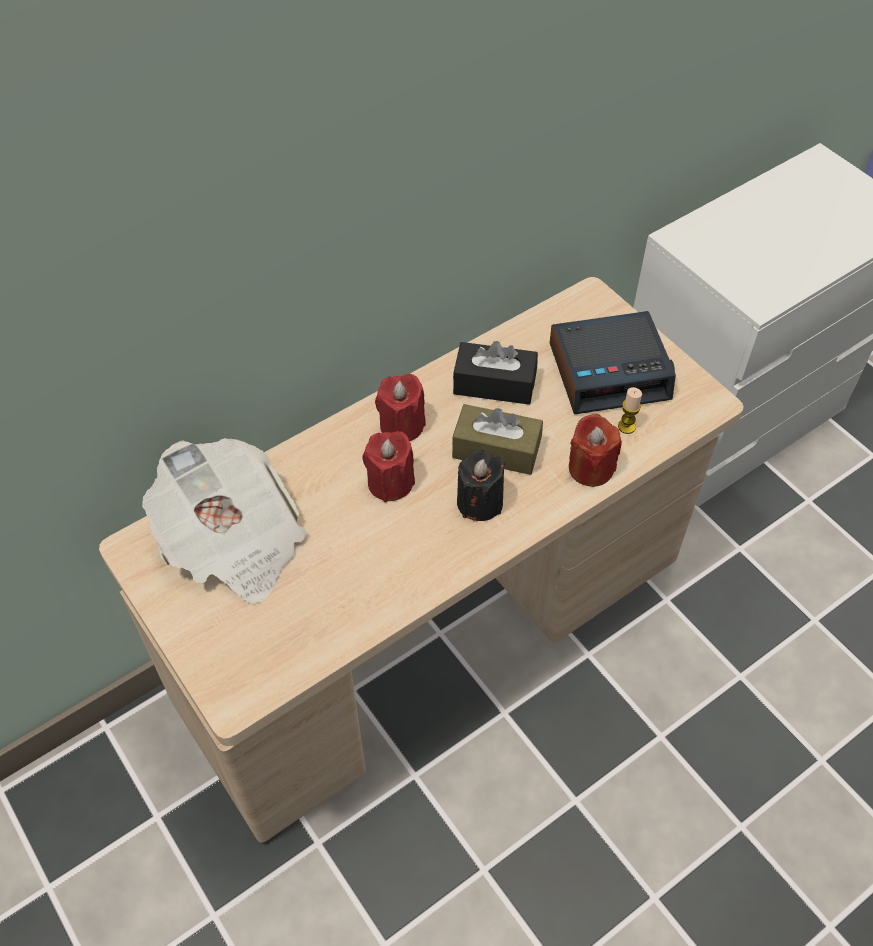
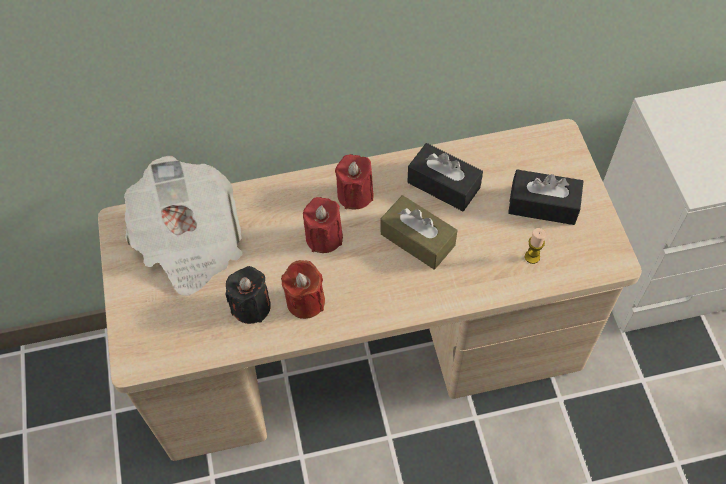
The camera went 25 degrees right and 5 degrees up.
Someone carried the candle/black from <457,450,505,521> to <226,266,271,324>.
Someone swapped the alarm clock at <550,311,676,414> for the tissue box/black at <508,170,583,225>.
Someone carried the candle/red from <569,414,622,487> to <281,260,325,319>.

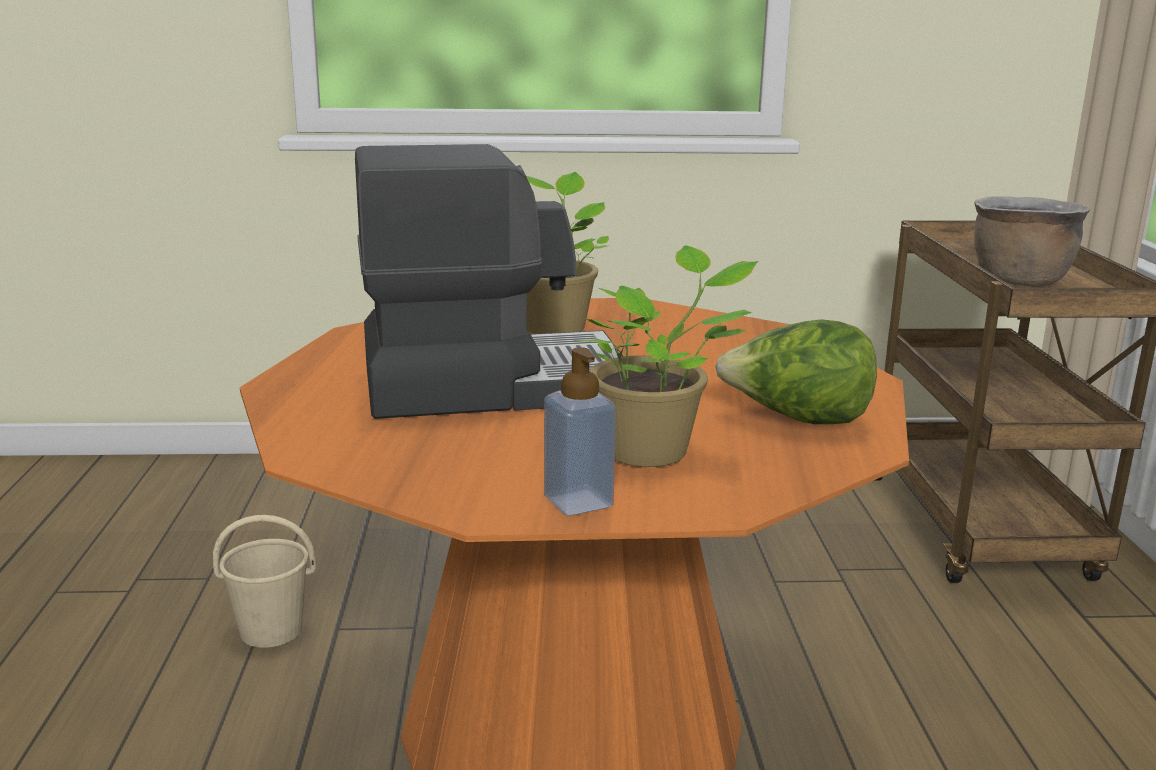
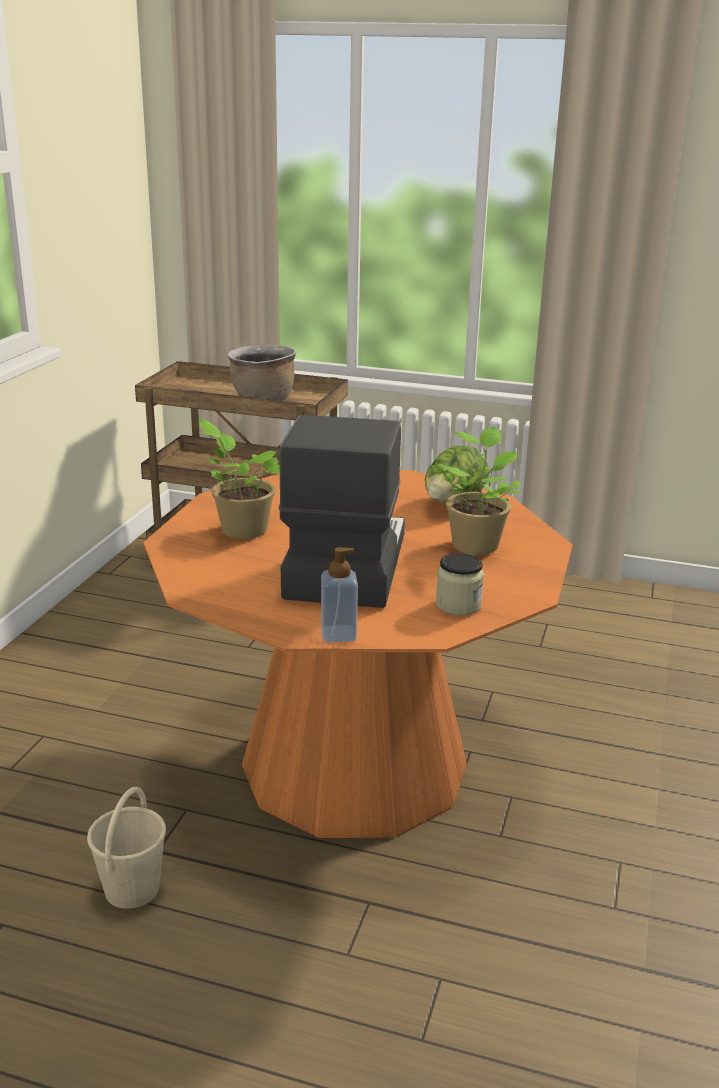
The camera went 70 degrees left and 5 degrees up.
Someone carried the soap dispenser from <544,347,616,516> to <321,547,358,643>.
Someone put down the jar at <436,553,484,615>.

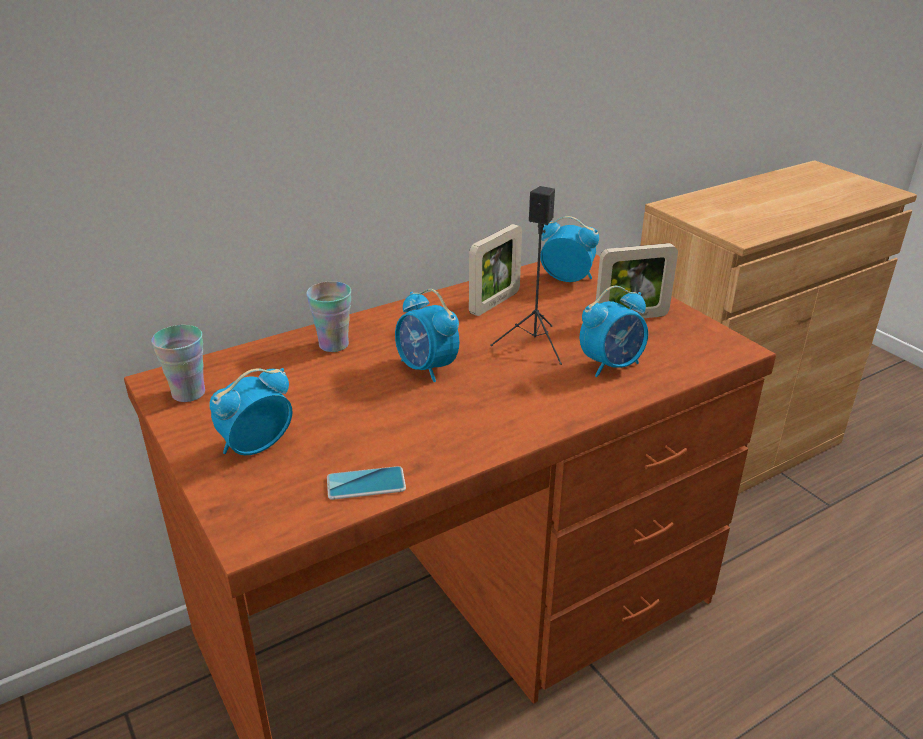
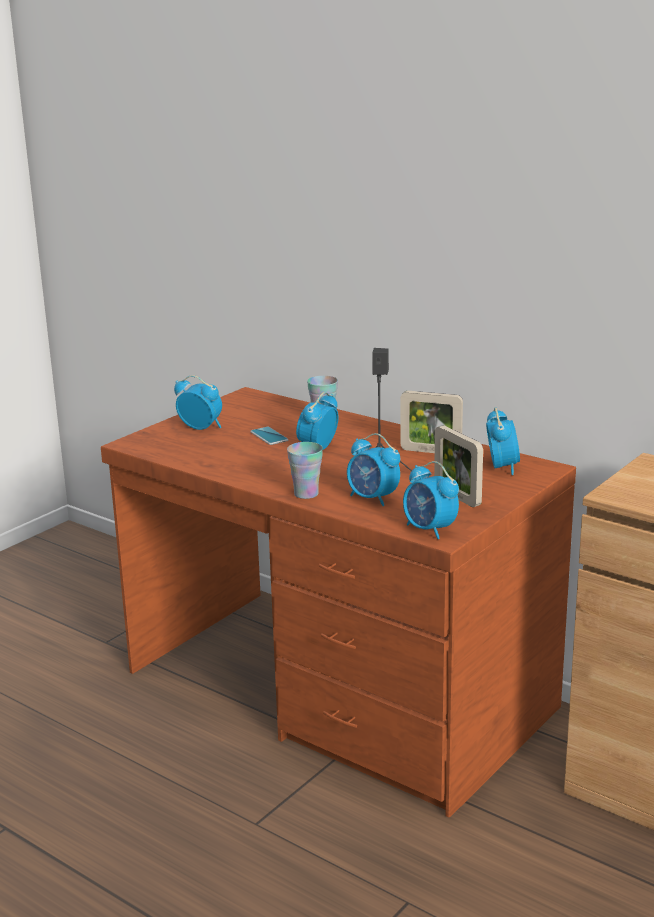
The camera went 70 degrees right and 10 degrees down.
Someone carried the cup from <151,325,205,402> to <287,442,323,499>.
Someone carried the phone from <327,466,406,500> to <250,427,289,445>.
Someone put down the alarm clock at <403,461,459,539>.

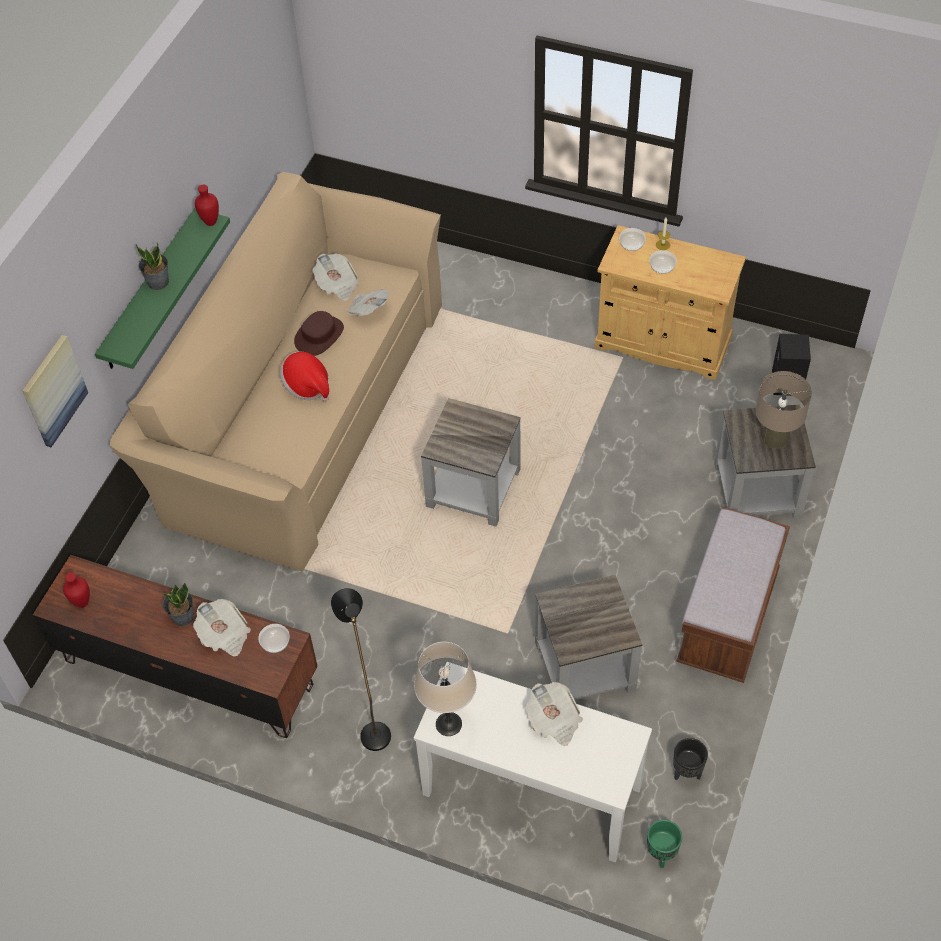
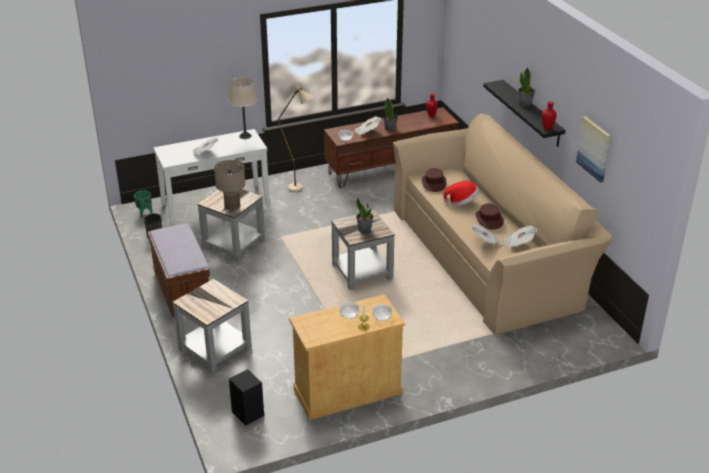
The camera went 135 degrees right and 20 degrees down.
Someone carried the picture from <22,335,88,447> to <576,116,611,183>.
Someone repainted the shelf/green at <95,208,230,369>, which became the shelf/black at <483,80,566,147>.
Someone repainted the floor lamp/black at <331,588,391,751>, which became the floor lamp/beige at <278,83,314,192>.
Someone carried the table lamp/beige from <755,371,812,449> to <214,160,246,210>.
Someone put down the potted plant at <356,197,373,233>.
Someone put down the hat/brown at <422,168,447,192>.

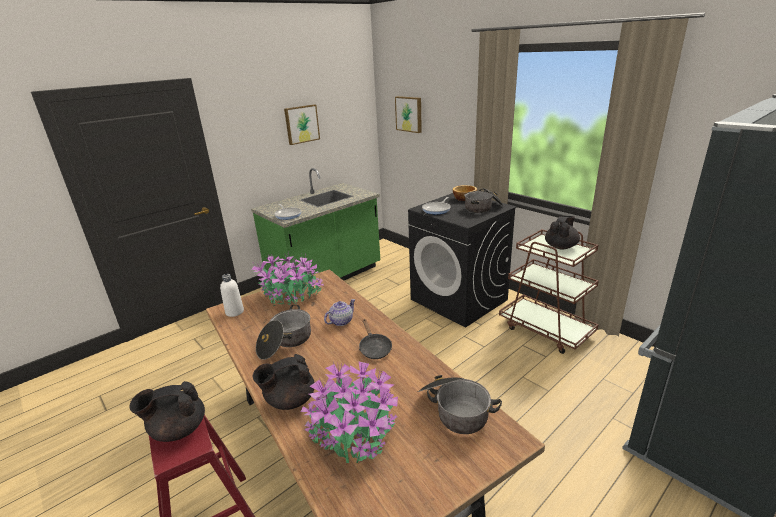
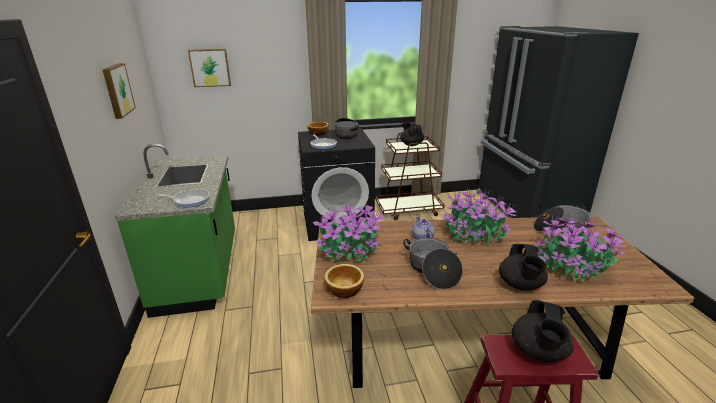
The camera went 60 degrees left and 0 degrees up.
Someone swapped the bottle/white at <220,274,244,317> for the bowl at <324,264,364,298>.
Someone swapped the frying pan/black at <359,319,392,359> for the potted plant at <442,187,516,246>.

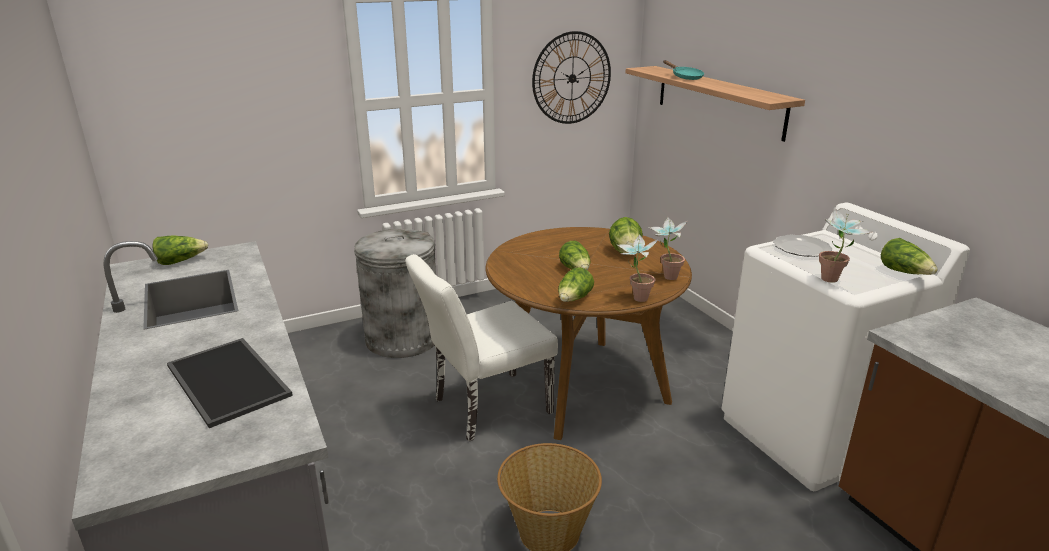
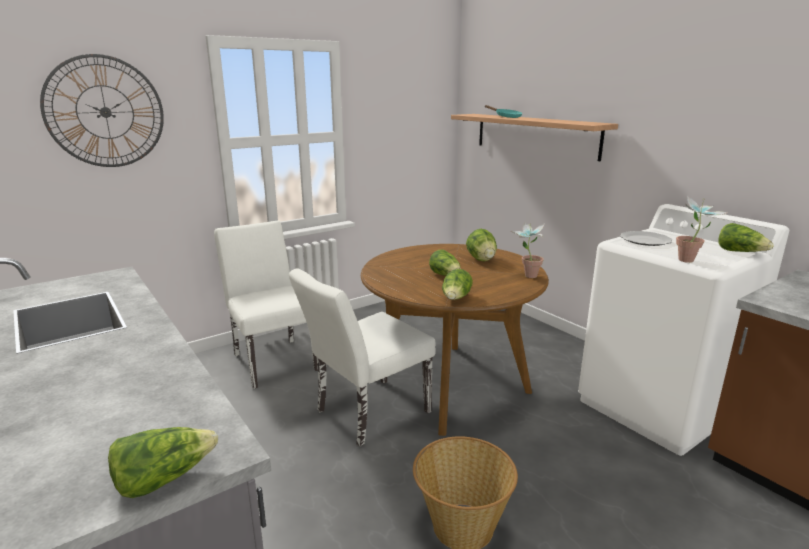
The camera went 10 degrees left and 5 degrees down.
Someone carried the lettuce from <152,236,208,265> to <108,427,218,498>.
Someone took away the tray at <167,338,293,428>.
Someone swapped the trash can/grey at <354,229,436,358> for the chair/white at <214,221,318,389>.
Someone carried the wall clock from <532,31,611,124> to <40,54,164,167>.
Someone took away the potted plant at <617,234,658,302>.

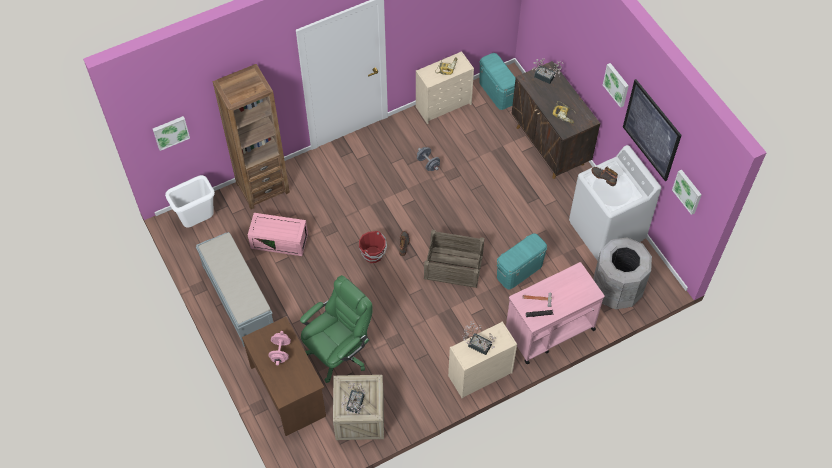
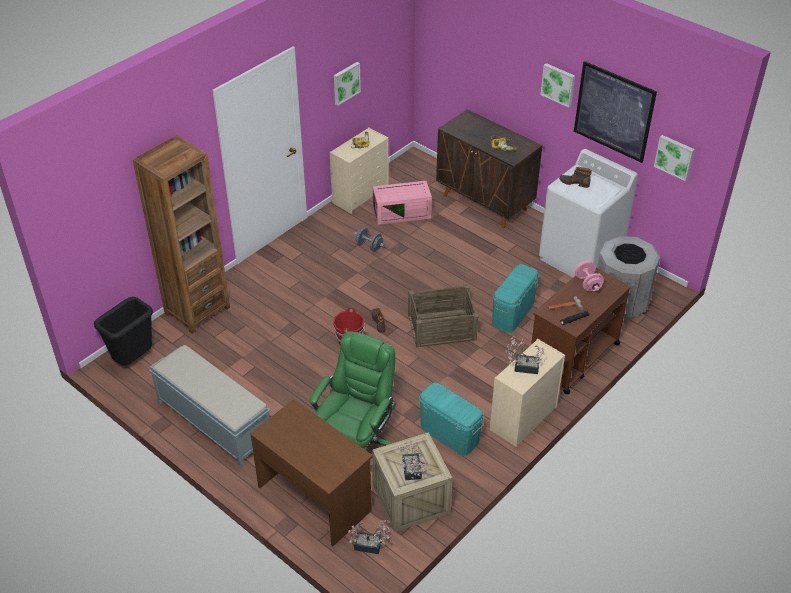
The camera went 20 degrees left and 15 degrees down.
Someone carried the picture from <153,116,190,151> to <334,62,361,105>.
Someone repainted the trash can/white at <165,175,215,227>, which became the trash can/black at <94,297,153,366>.
Someone carried the storage box/pink from <248,213,308,256> to <373,181,432,225>.
Someone carried the dumbbell/pink from <268,331,291,365> to <575,261,604,292>.
Someone carried the storage box/turquoise from <479,53,516,110> to <419,383,484,456>.
Someone repainted the cart/pink at <506,262,605,364>, which became the cart/brown at <531,268,631,394>.
Someone carried the potted plant from <532,59,563,84> to <348,520,391,554>.

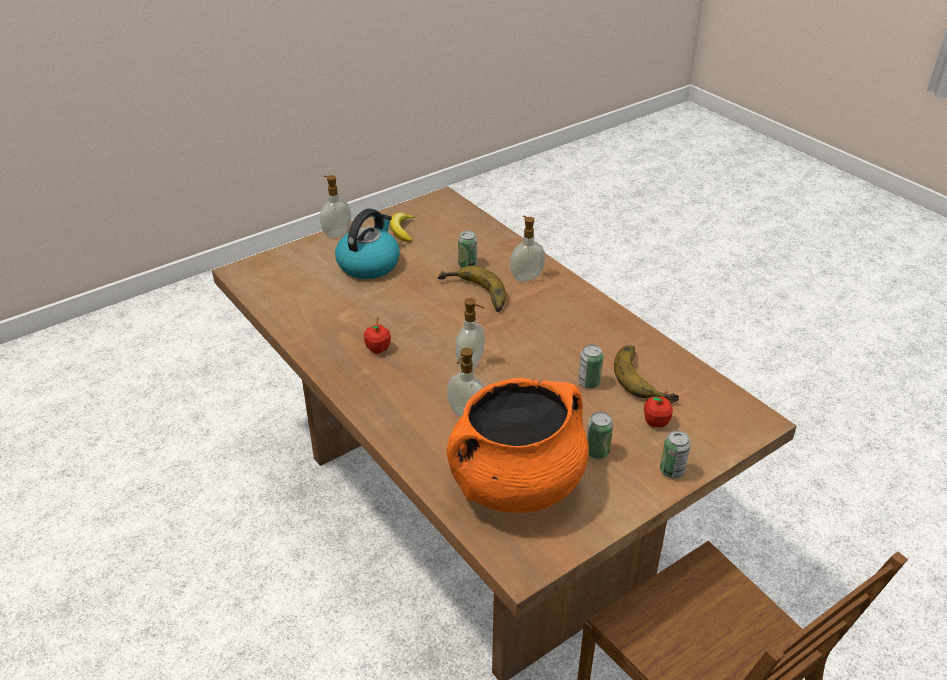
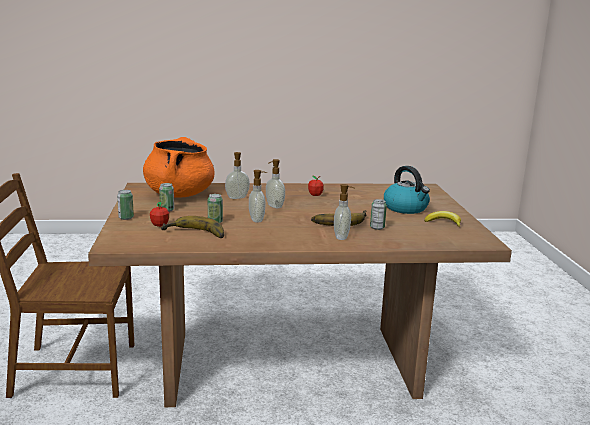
The camera went 120 degrees right and 20 degrees down.
Someone carried the soap dispenser from <320,175,351,238> to <249,170,267,223>.

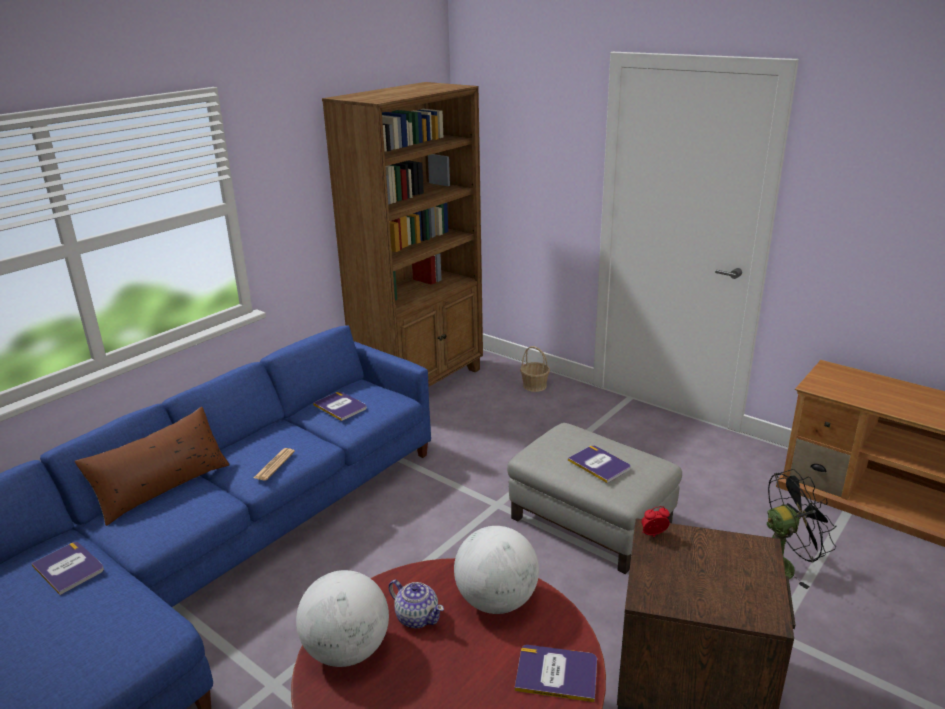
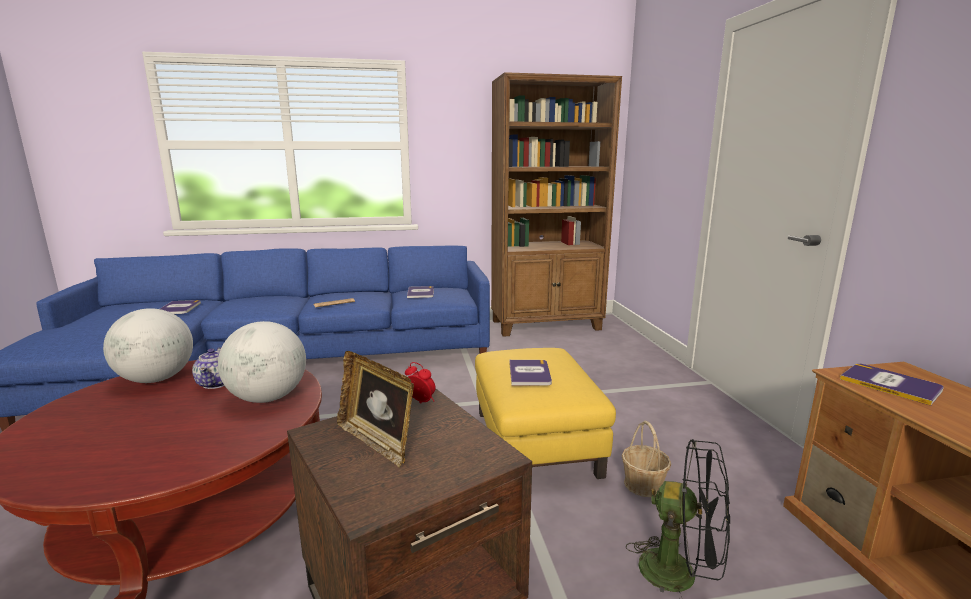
The camera went 40 degrees right and 10 degrees down.
Someone took away the pillow/brown at <75,407,230,526>.
Someone repainted the ottoman/grey at <507,423,682,574>, which became the ottoman/yellow at <475,348,616,479>.
Someone carried the book from <515,645,597,702> to <840,363,944,405>.
Someone carried the basket from <520,346,550,392> to <622,420,671,497>.
Someone put down the picture frame at <337,351,414,468>.

